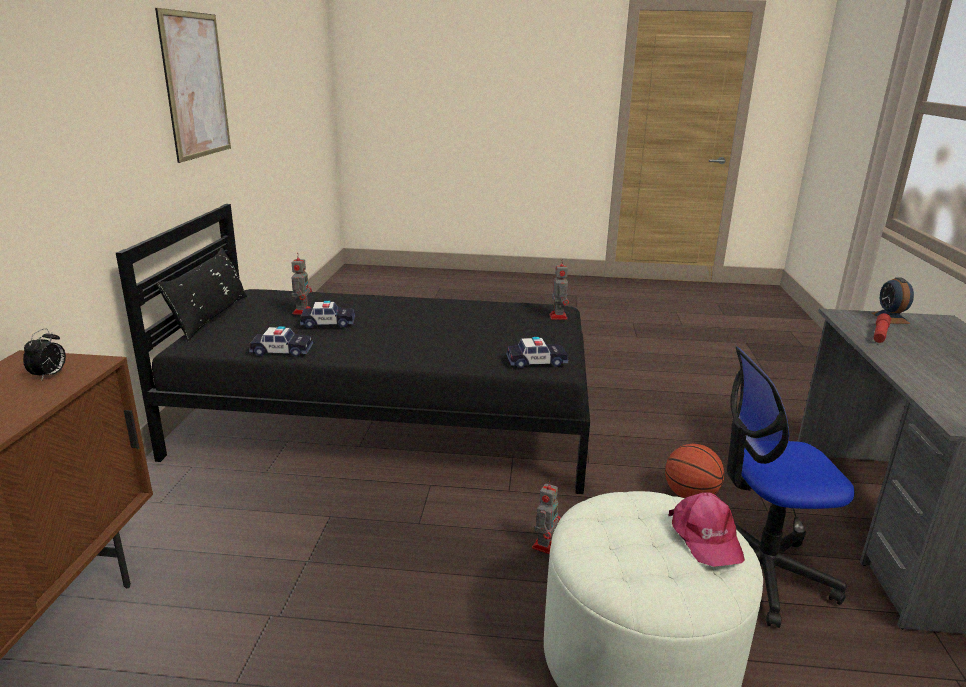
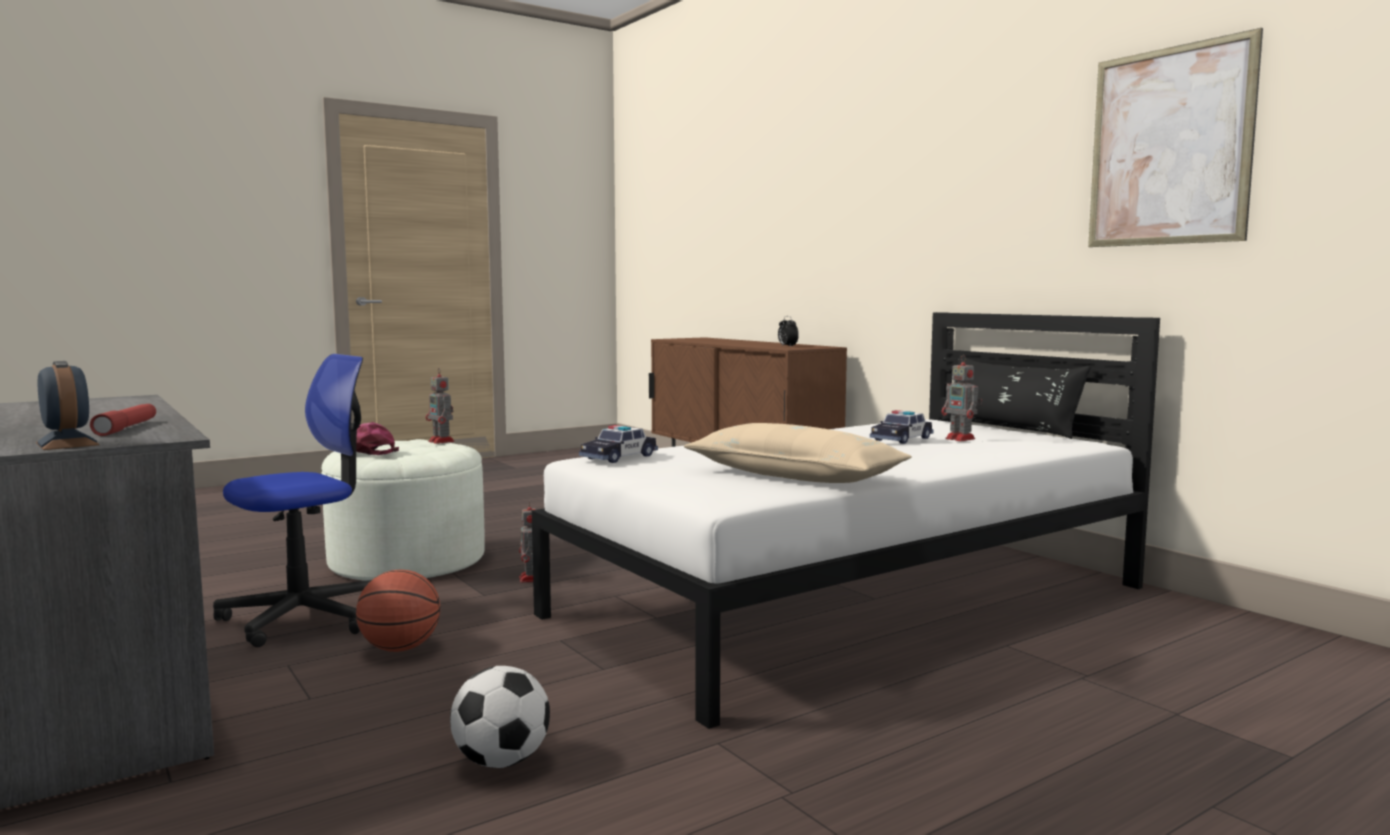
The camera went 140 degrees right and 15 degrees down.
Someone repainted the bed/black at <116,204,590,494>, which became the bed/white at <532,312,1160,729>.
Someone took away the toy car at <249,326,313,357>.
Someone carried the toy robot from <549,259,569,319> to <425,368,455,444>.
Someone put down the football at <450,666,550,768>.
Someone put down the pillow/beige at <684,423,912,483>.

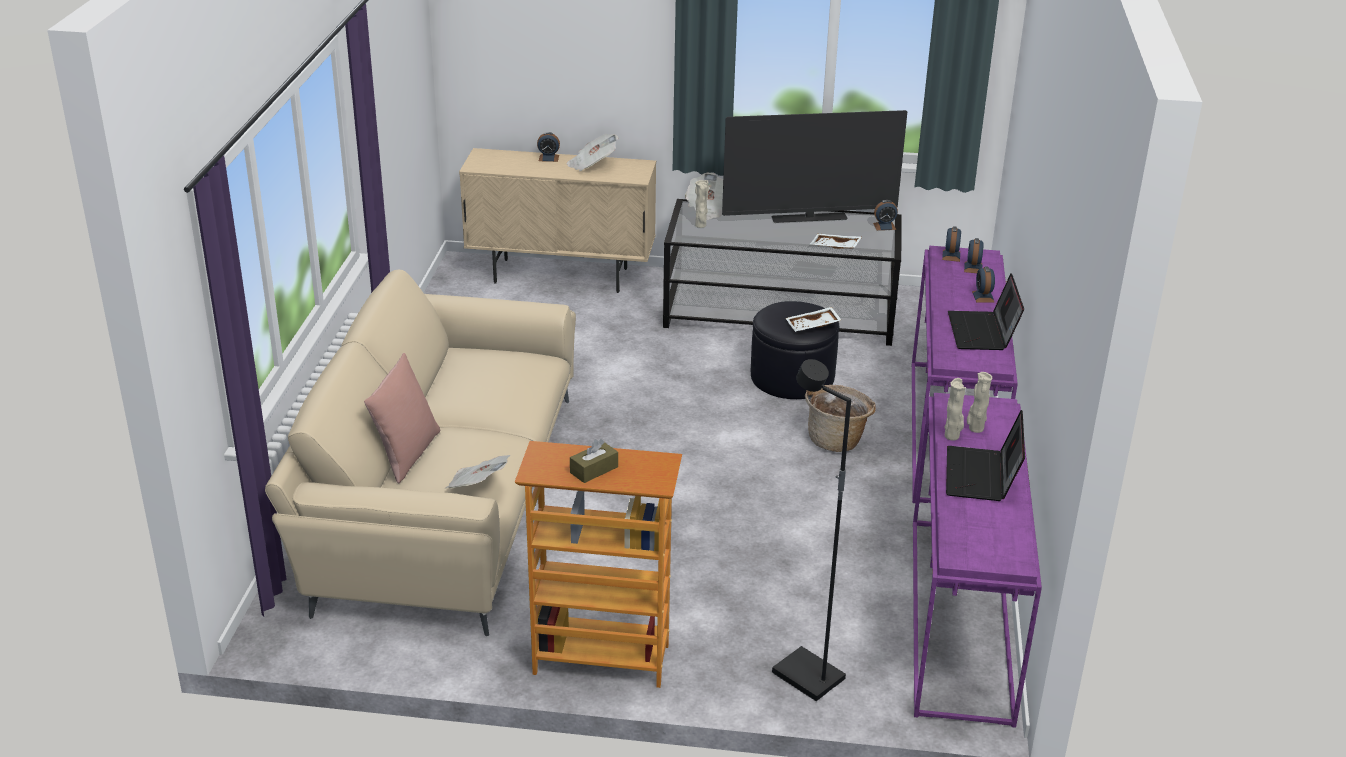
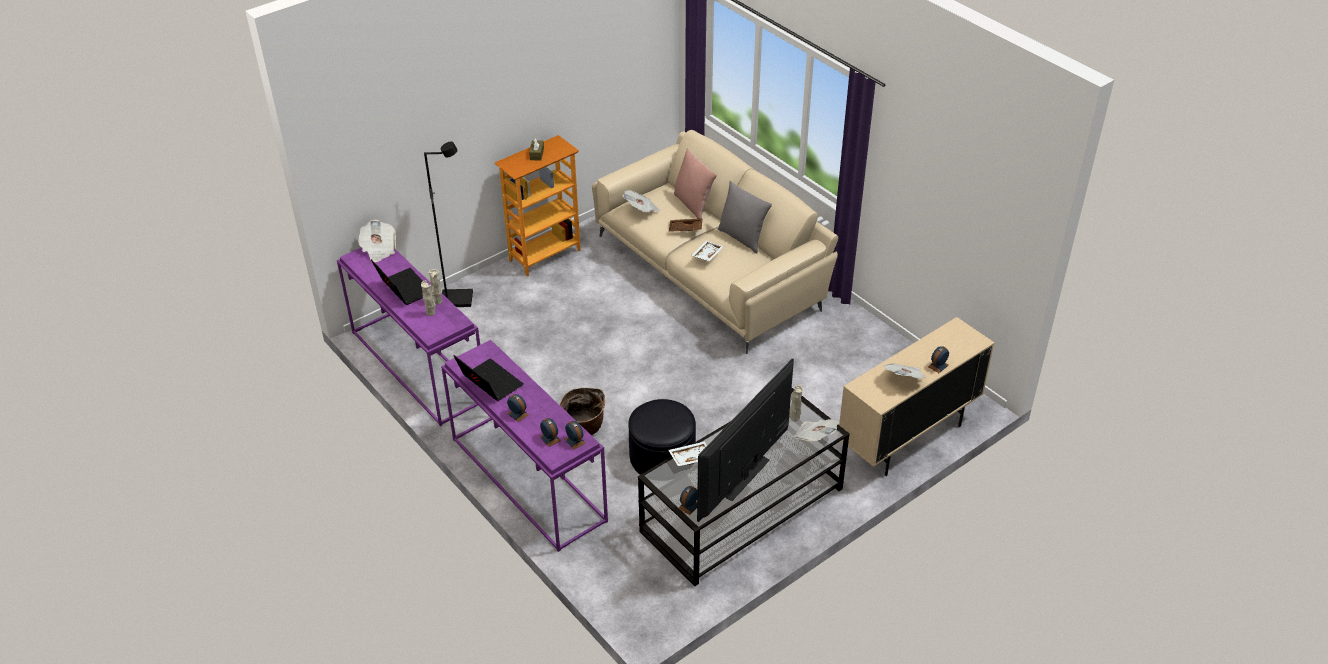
The camera went 135 degrees right and 10 degrees up.
Someone carried the tray/white from <786,307,841,332> to <691,240,724,261>.
Someone put down the newspaper at <358,220,396,262>.
Someone put down the tray/brown at <669,218,703,232>.
Someone put down the pillow/grey at <718,181,772,253>.

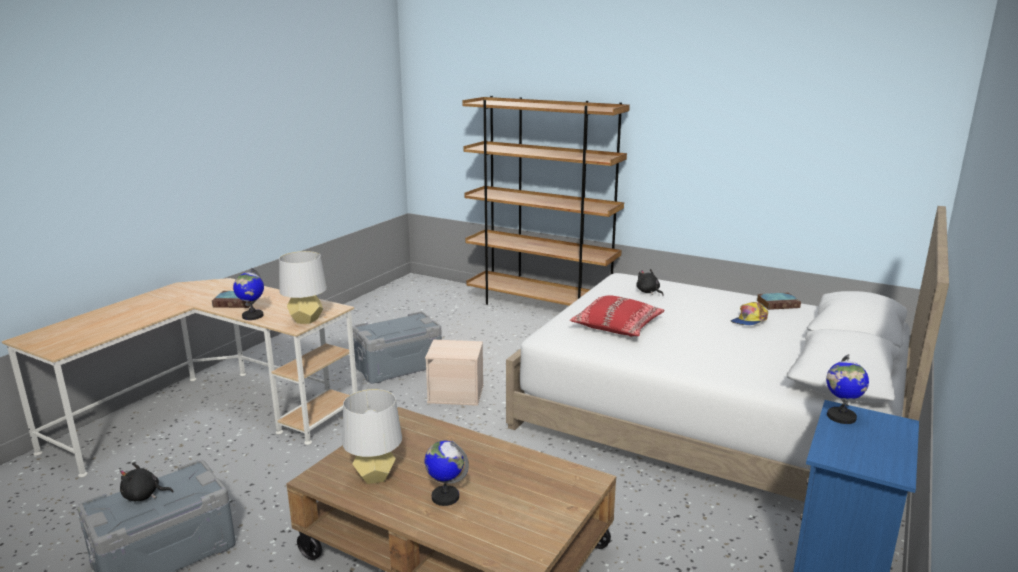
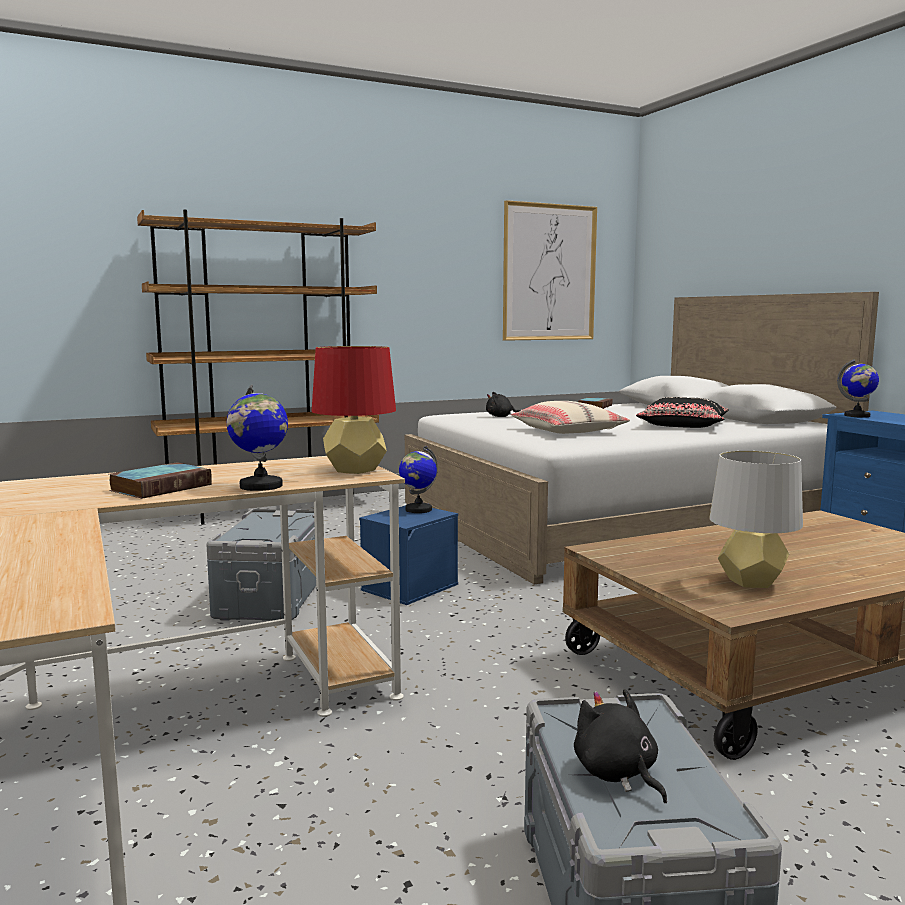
The camera went 55 degrees left and 10 degrees down.
Someone rotated the plush toy/black at <120,463,174,501> by 120 degrees clockwise.
Someone repainted the table lamp/grey at <279,251,327,324>, which became the table lamp/red at <312,346,396,474>.
Someone repainted the storage box/beige at <425,340,484,406>, which became the storage box/blue at <359,506,458,605>.
Someone carried the globe from <425,440,469,506> to <399,446,438,513>.
Someone repainted the pillow/red at <570,296,664,337>, which became the pillow/beige at <511,401,630,434>.
Someone took away the cap at <731,302,768,325>.
Someone put up the picture at <503,200,597,341>.
Someone put down the pillow/black at <636,397,729,428>.

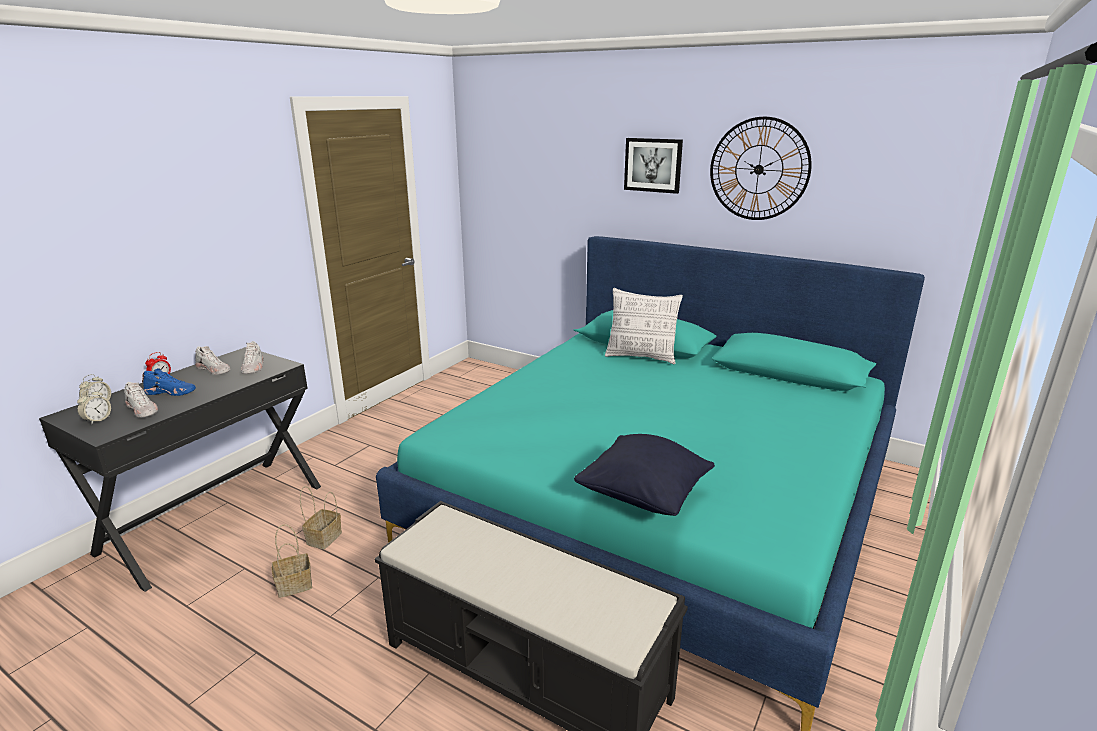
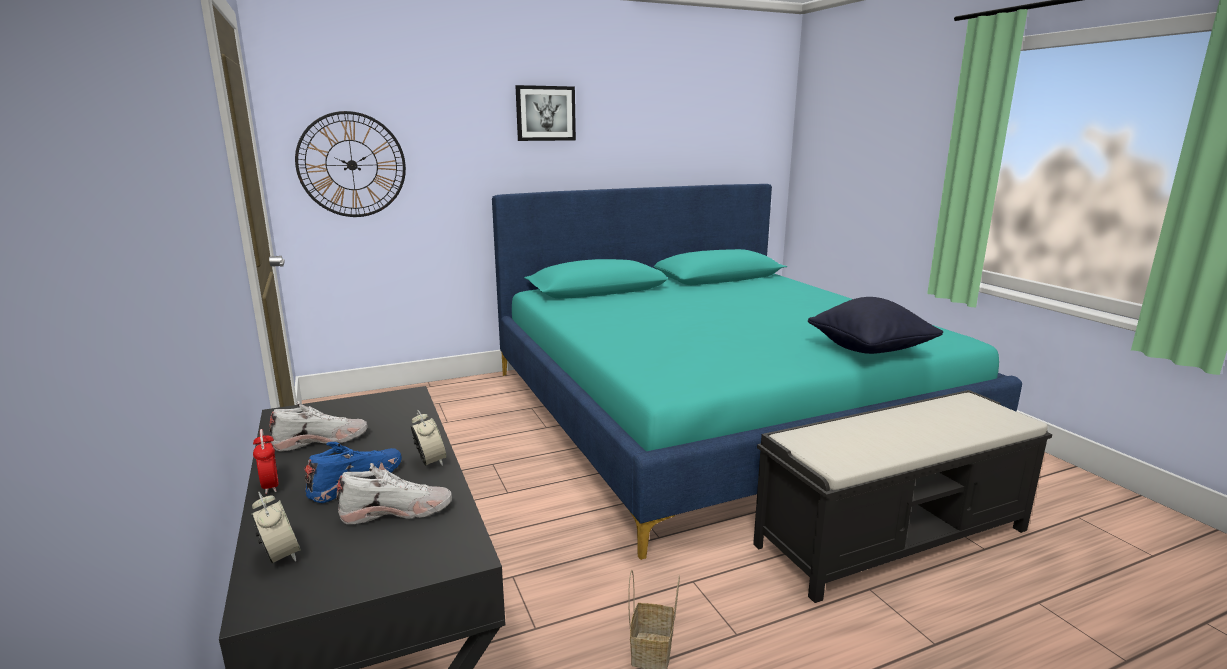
The camera went 55 degrees left and 5 degrees down.
Someone carried the alarm clock from <77,388,111,425> to <411,409,447,466>.
Someone took away the shoe/white at <241,341,264,374>.
Someone took away the basket at <300,486,342,549>.
Someone took away the pillow at <605,288,683,365>.
Someone carried the wall clock from <710,117,812,220> to <295,111,406,217>.

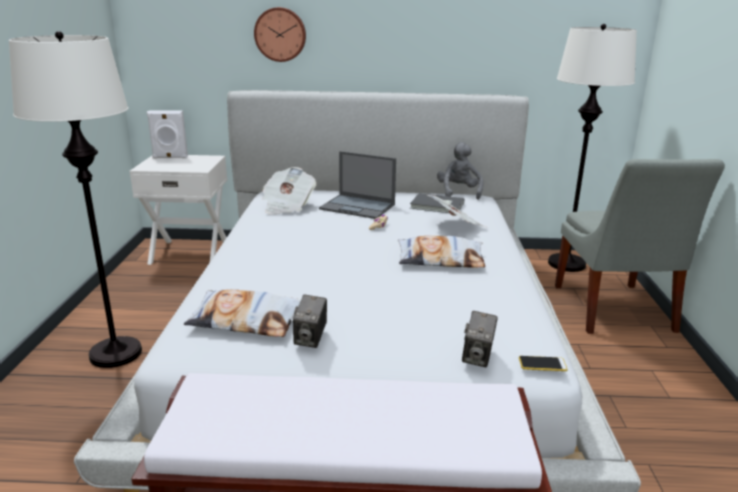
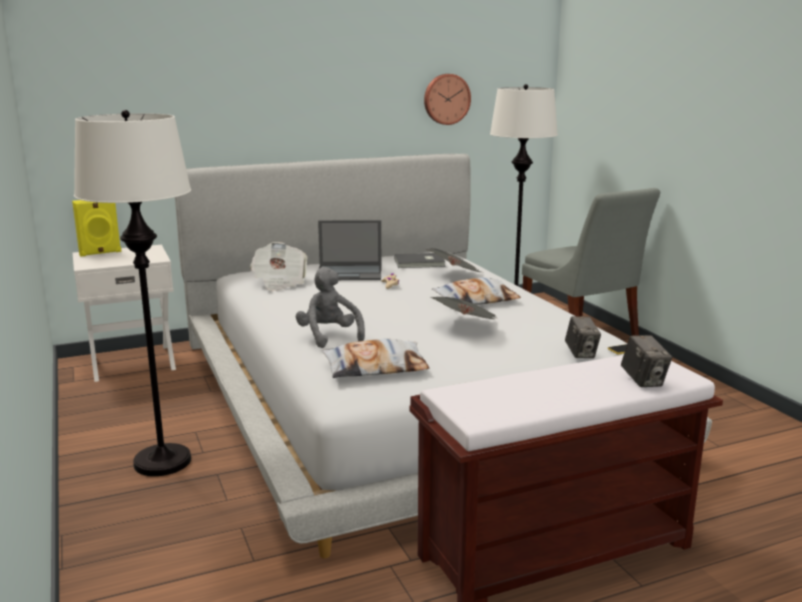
The camera went 25 degrees left and 5 degrees down.
Someone repainted the speaker/white at <147,110,188,159>, which became the speaker/yellow at <72,200,121,257>.
Someone carried the wall clock from <254,7,306,62> to <424,74,471,125>.
Someone carried the photo camera from <293,295,327,348> to <621,335,672,387>.
Someone carried the plush toy/grey from <437,142,484,200> to <296,267,365,348>.
Someone put down the newspaper at <430,297,496,319>.

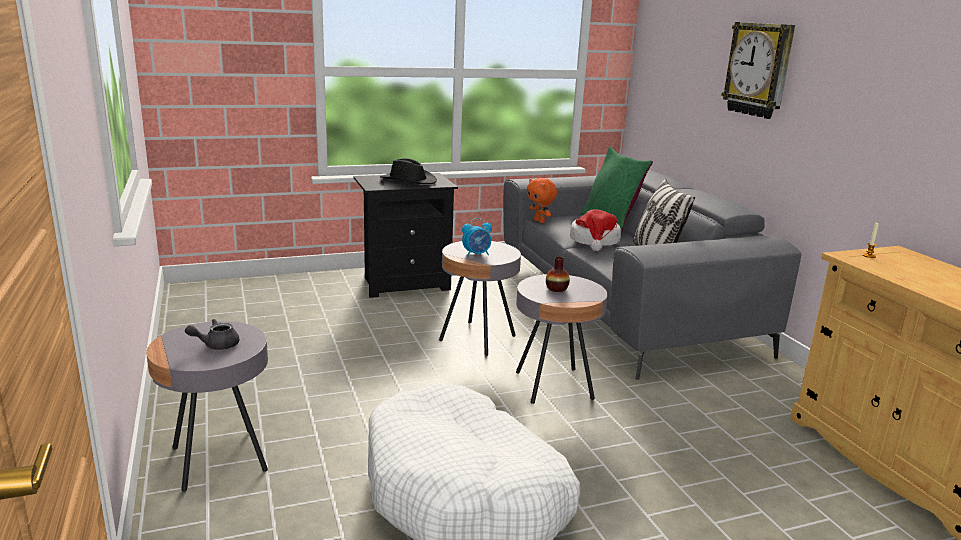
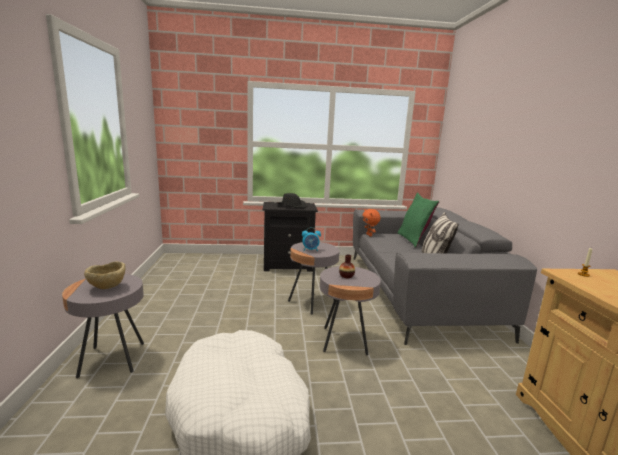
The camera went 15 degrees right and 5 degrees down.
Someone swapped the teapot/grey at <185,319,239,350> for the bowl/beige at <84,261,126,289>.
Someone took away the hat at <570,209,621,251>.
Someone took away the wall clock at <721,22,795,119>.

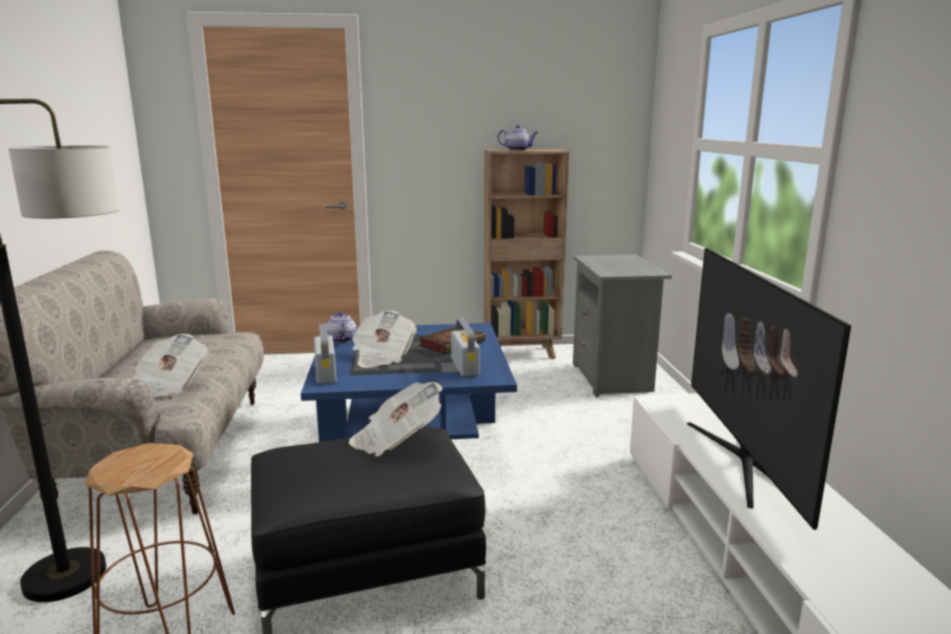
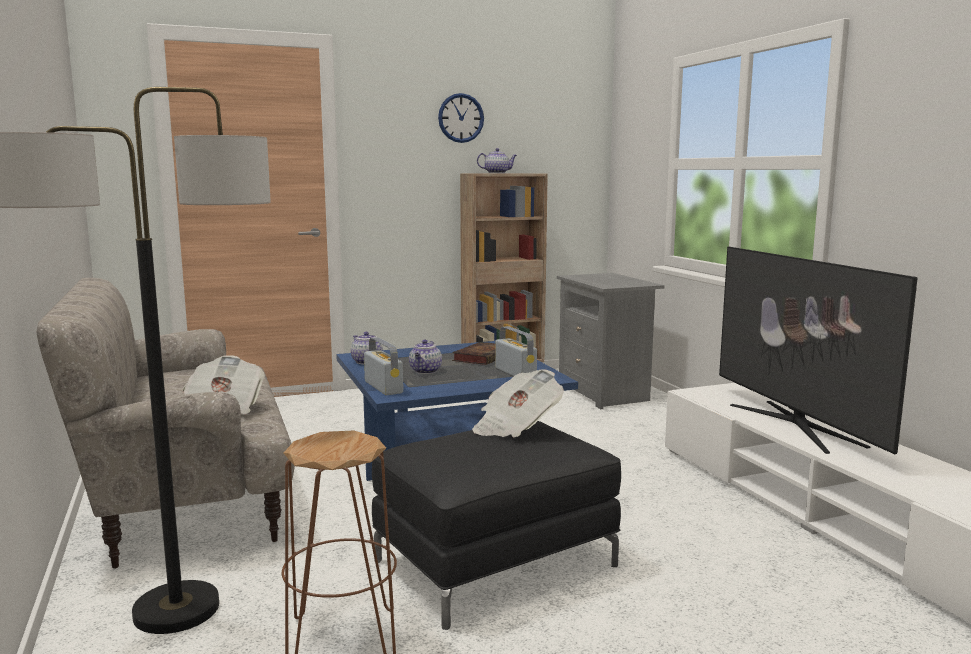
The camera went 15 degrees left and 5 degrees down.
Someone swapped the newspaper at <352,310,417,368> for the teapot at <409,340,442,374>.
Someone put up the wall clock at <438,93,484,143>.

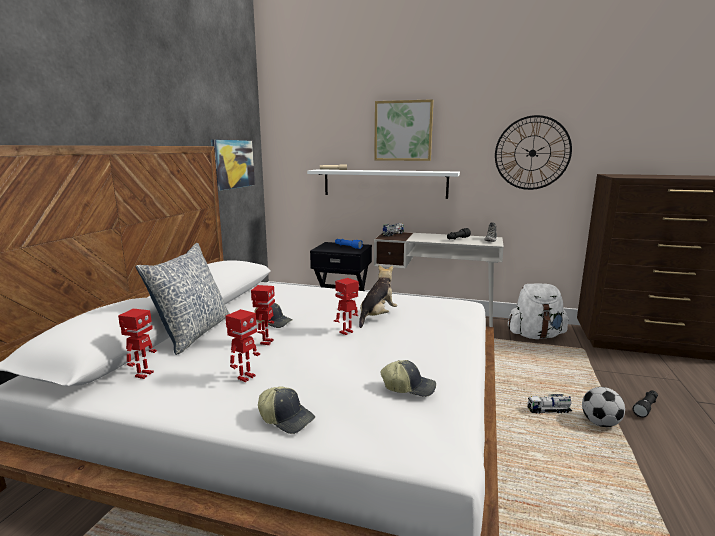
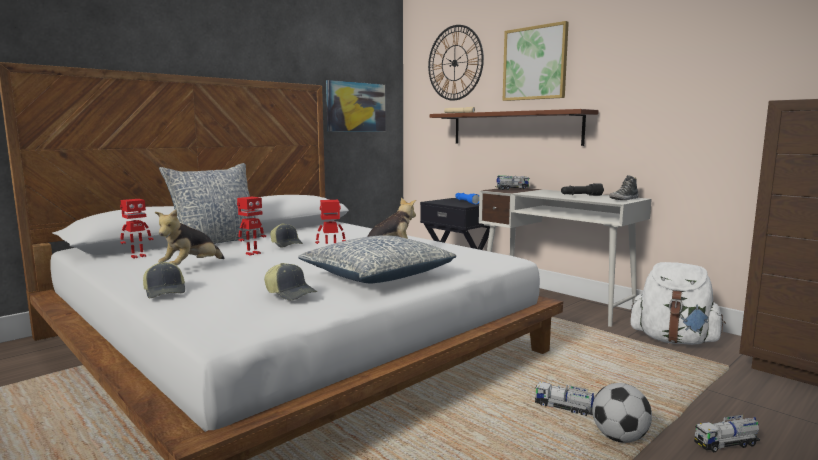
The camera went 30 degrees right and 5 degrees down.
Someone swapped the toy robot at <226,309,260,382> for the plush toy at <155,210,224,266>.
Someone repainted the shelf/white at <307,169,460,199>, which became the shelf/brown at <430,109,599,146>.
Someone carried the wall clock from <495,115,572,190> to <428,25,484,101>.
Someone swapped the flashlight/black at <632,391,658,417> for the toy truck at <694,414,760,452>.
Someone put down the pillow at <298,235,457,283>.

